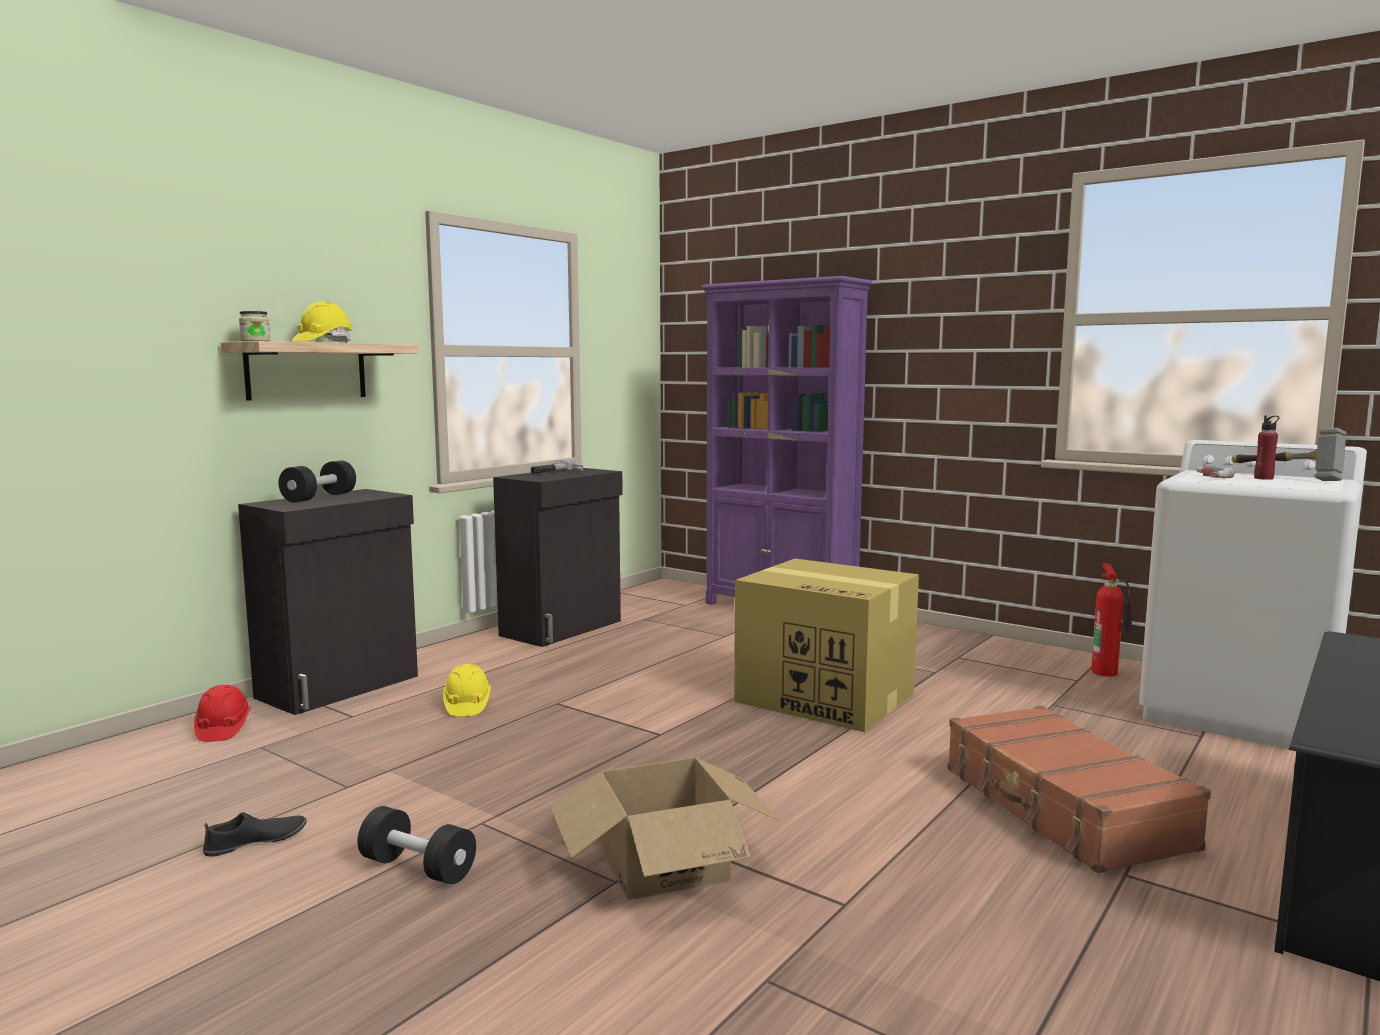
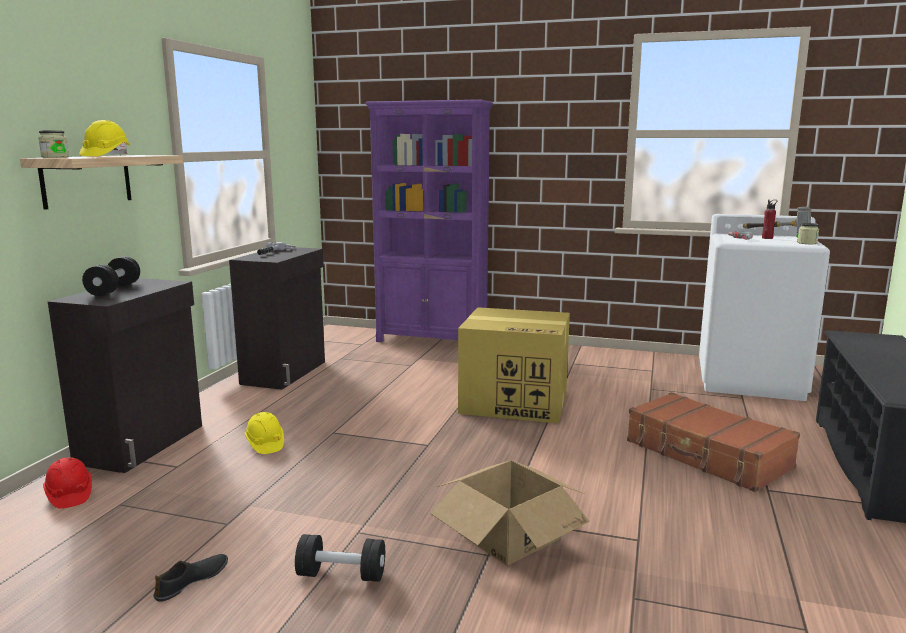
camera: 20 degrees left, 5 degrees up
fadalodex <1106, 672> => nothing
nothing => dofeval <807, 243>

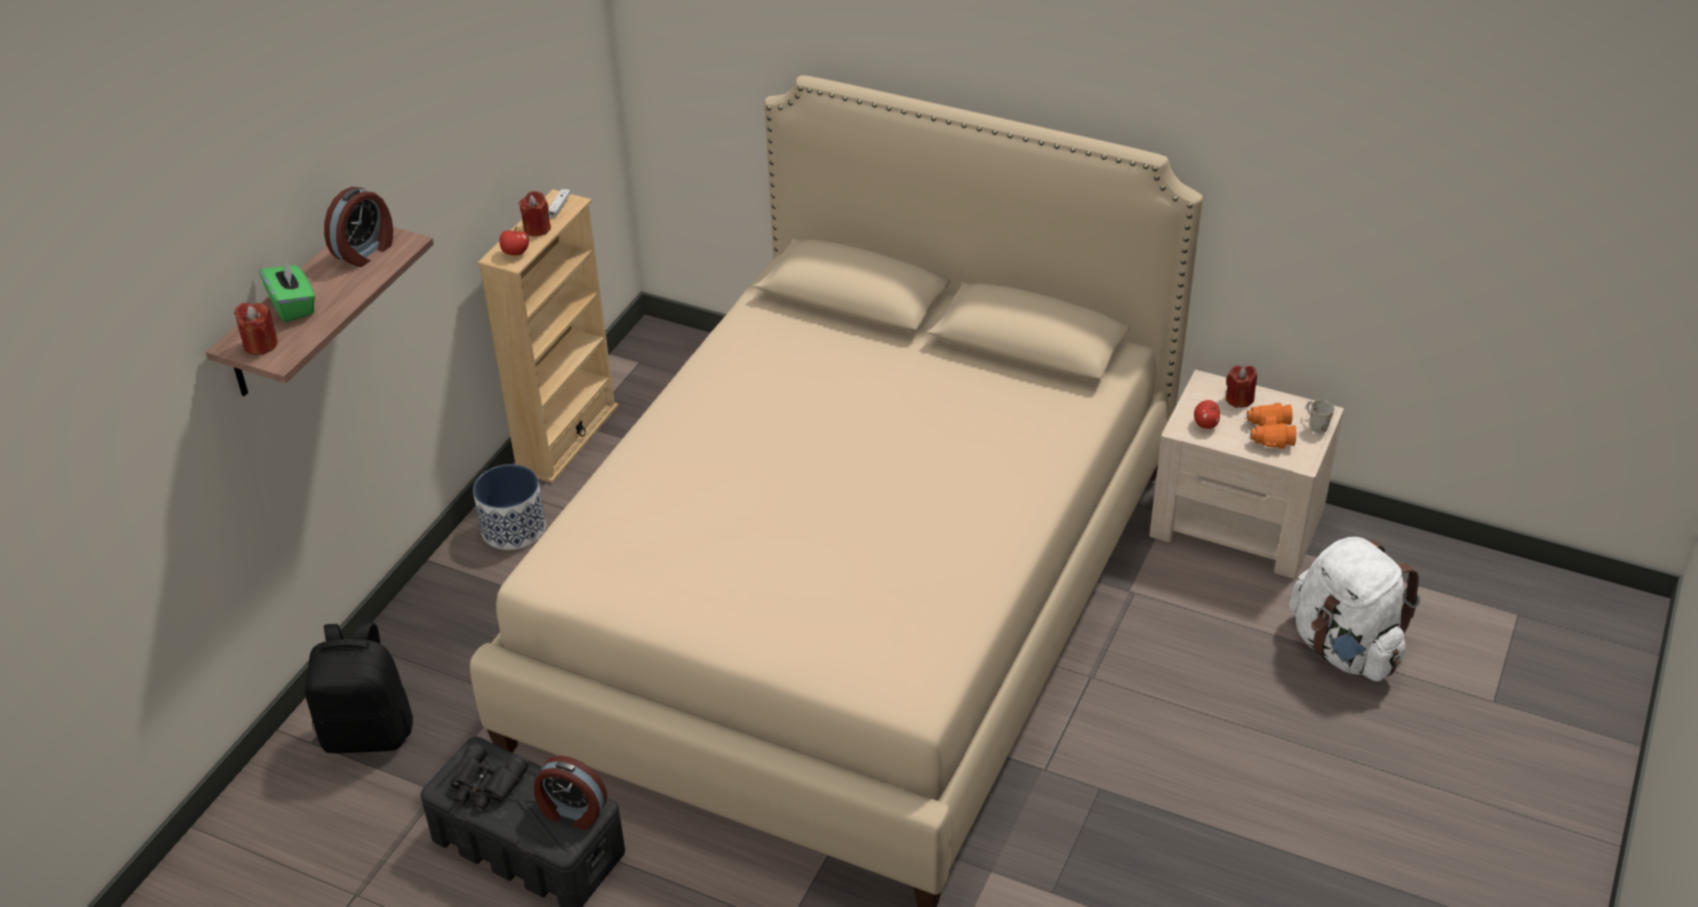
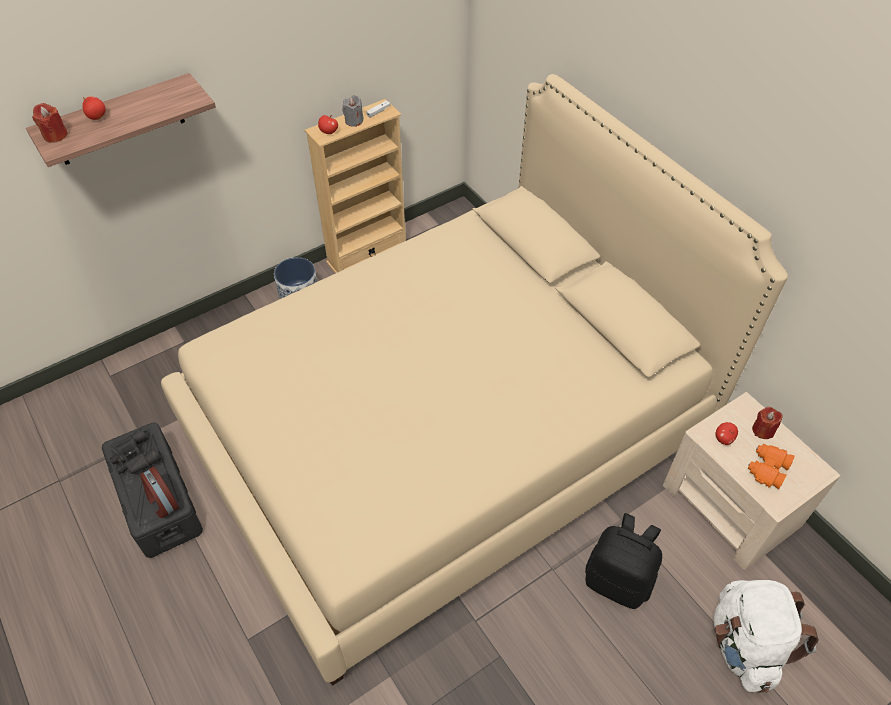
camera: 30 degrees right, 10 degrees up
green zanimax <293, 306> => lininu <97, 117>
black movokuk <368, 732> => black movokuk <618, 580>, relocated
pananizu <365, 251> => nothing
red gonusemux <537, 229> => grey gonusemux <354, 121>
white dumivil <1315, 424> => nothing

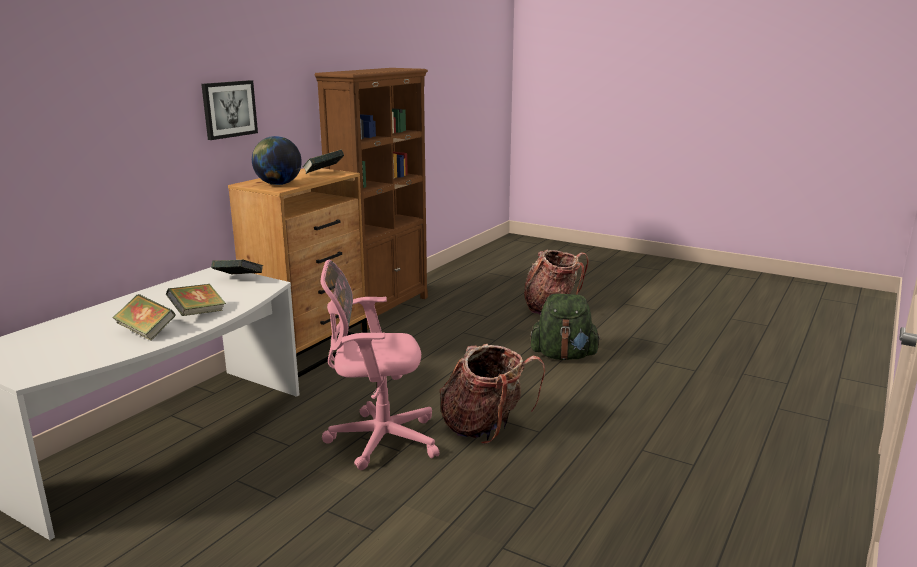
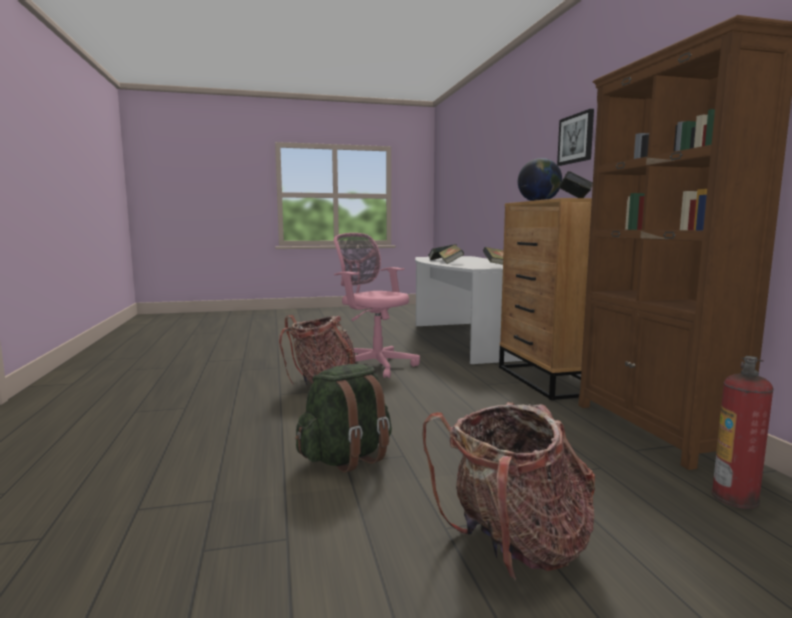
camera: 135 degrees right, 10 degrees down
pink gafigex <378, 439> => pink gafigex <374, 365>, 90 degrees counterclockwise
nothing => fadalodex <735, 498>

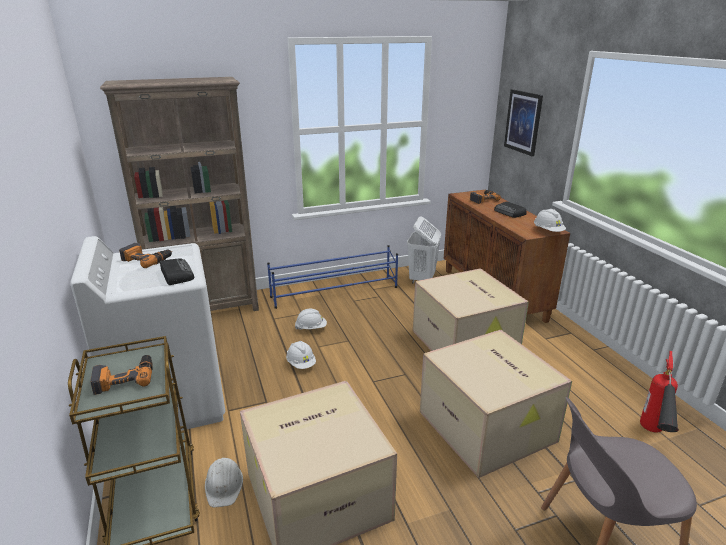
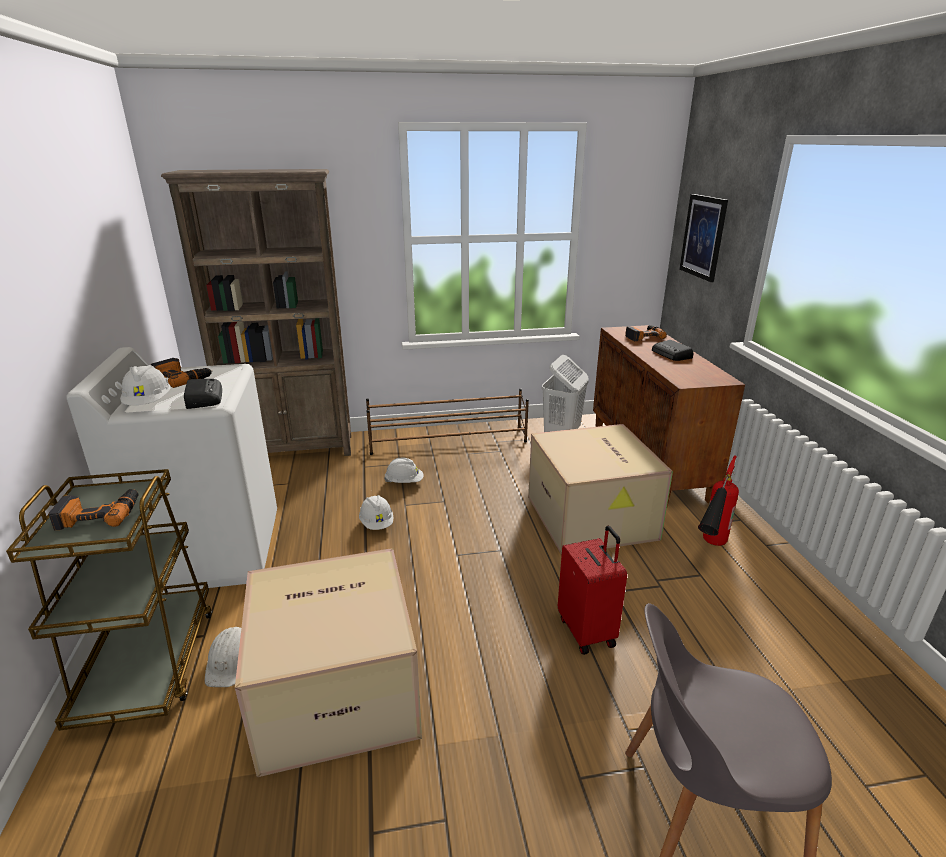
camera: 10 degrees right, 0 degrees up
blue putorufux <335, 292> => brown putorufux <449, 441>
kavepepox <488, 427> => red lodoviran <588, 631>
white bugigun <548, 231> => white bugigun <149, 403>, relocated
fadalodex <652, 438> => fadalodex <709, 550>, relocated

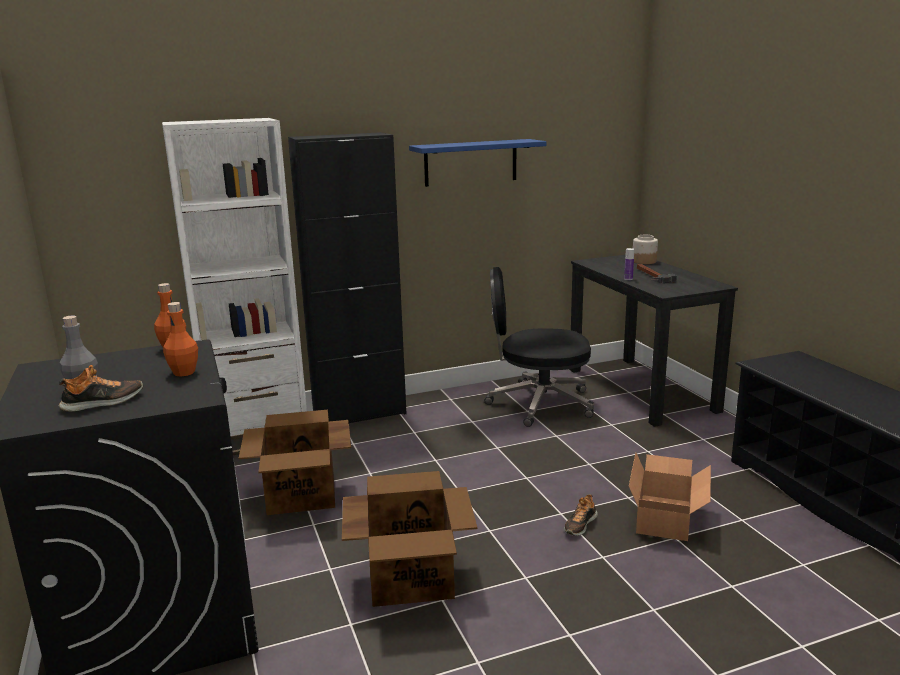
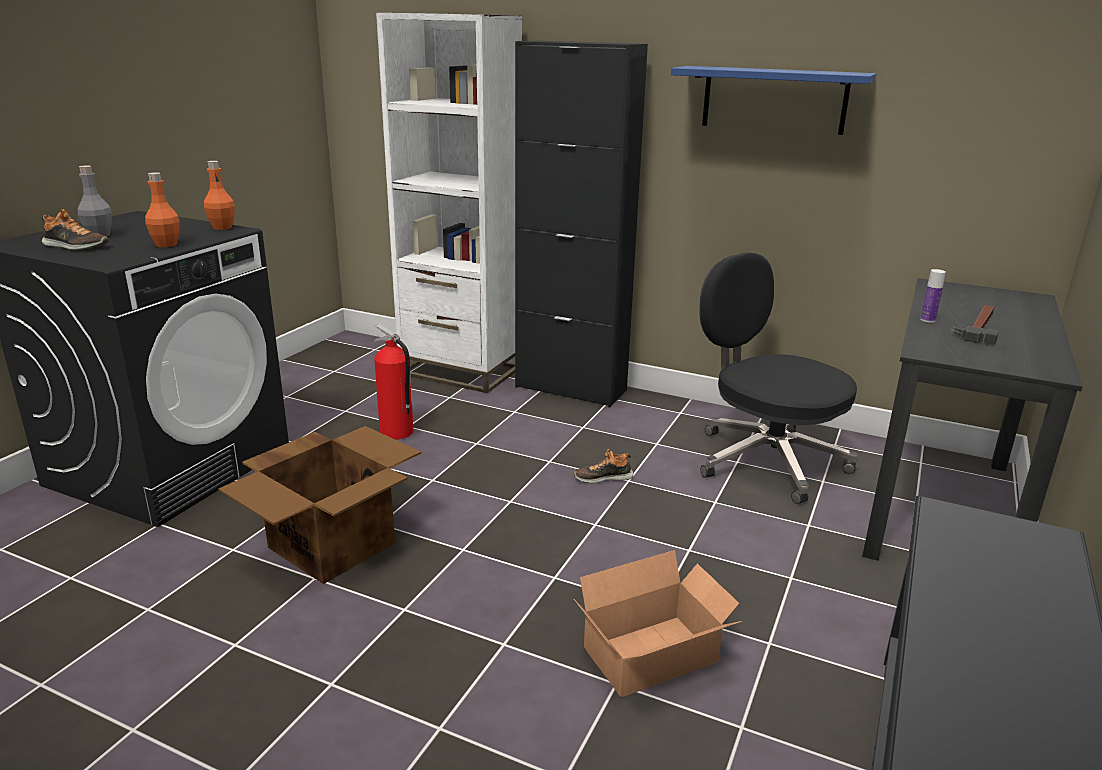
camera: 45 degrees right, 5 degrees up
kavepepox <301, 495> => fadalodex <396, 433>
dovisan <580, 524> => dovisan <603, 477>, relocated
dofeval <644, 261> => nothing

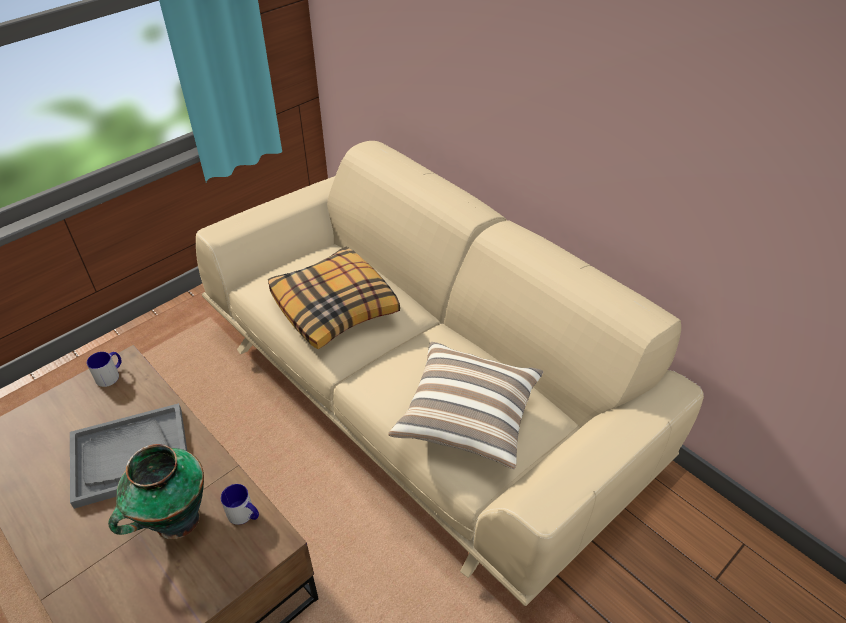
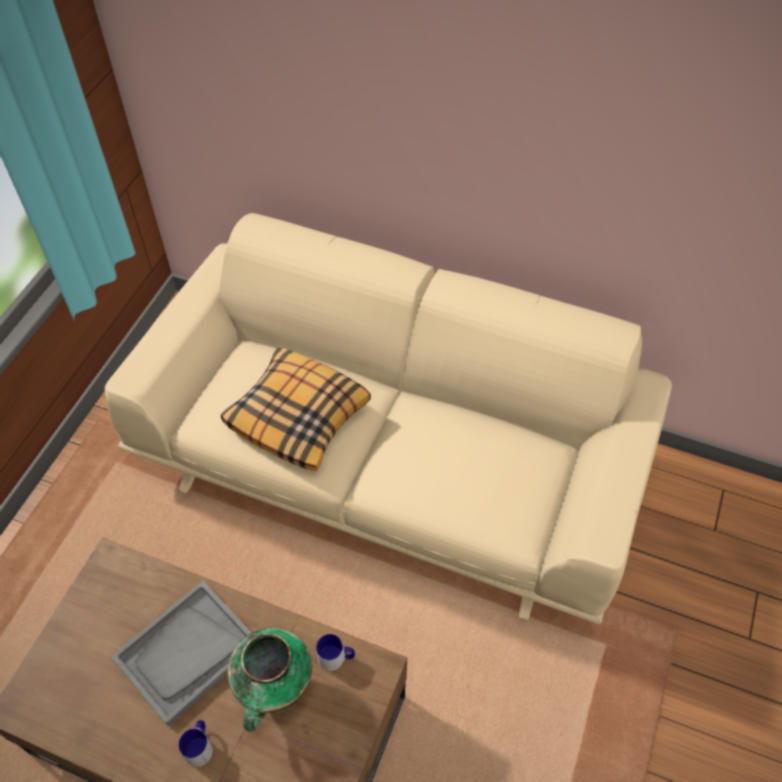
camera: 25 degrees left, 10 degrees up
dumivil <111, 375> => dumivil <200, 745>, relocated
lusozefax <467, 417> => nothing

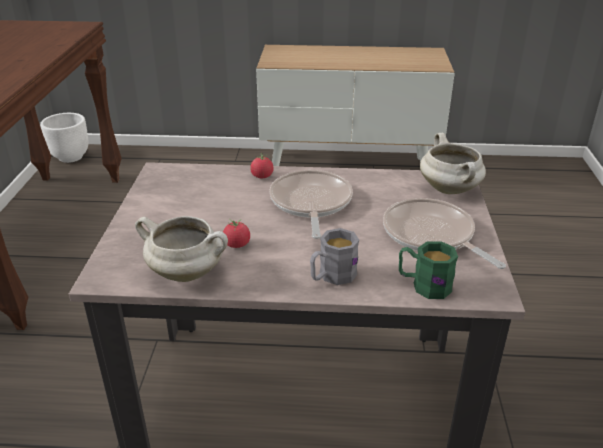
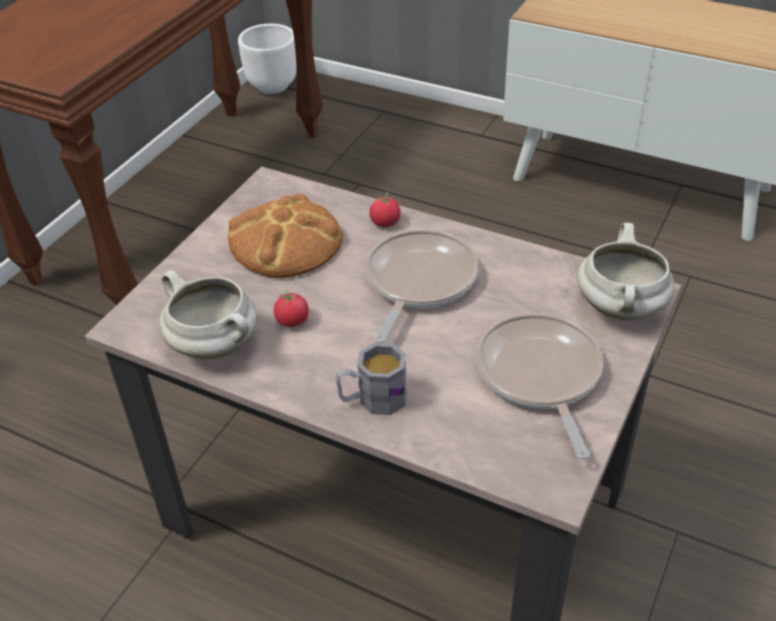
camera: 25 degrees right, 10 degrees up
green dumivil <423, 285> => nothing
nothing => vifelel <285, 242>

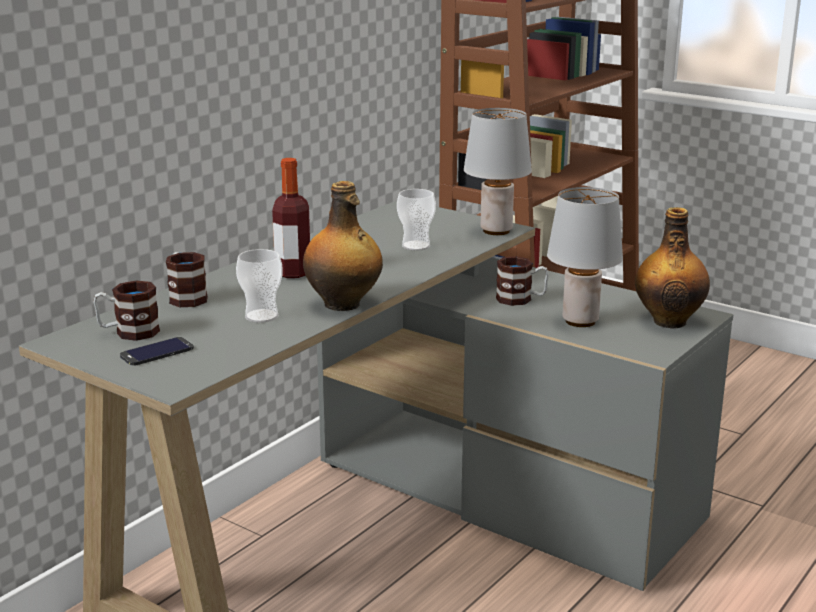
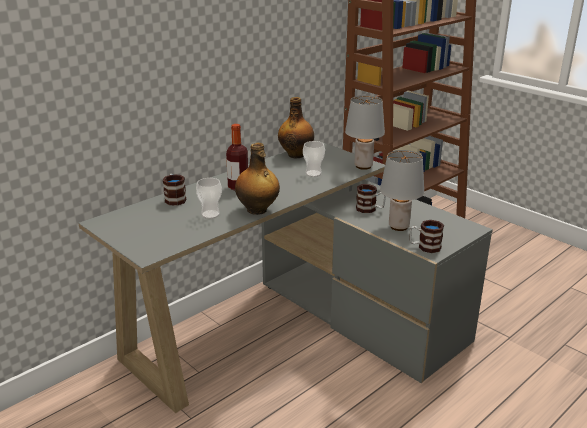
camera: 10 degrees right, 5 degrees up
dumivil <128, 332> => dumivil <424, 247>, relocated
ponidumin <157, 352> => nothing
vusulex <669, 321> => vusulex <296, 155>, relocated

